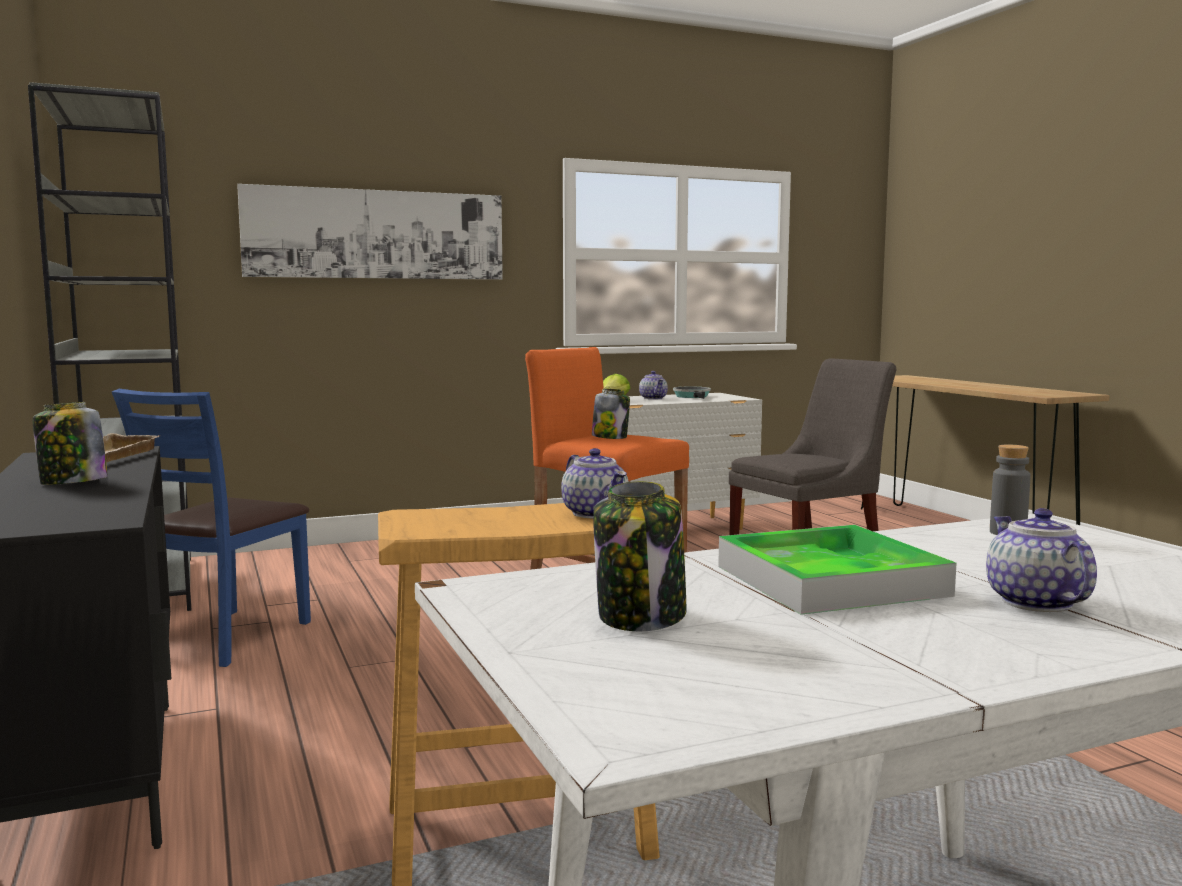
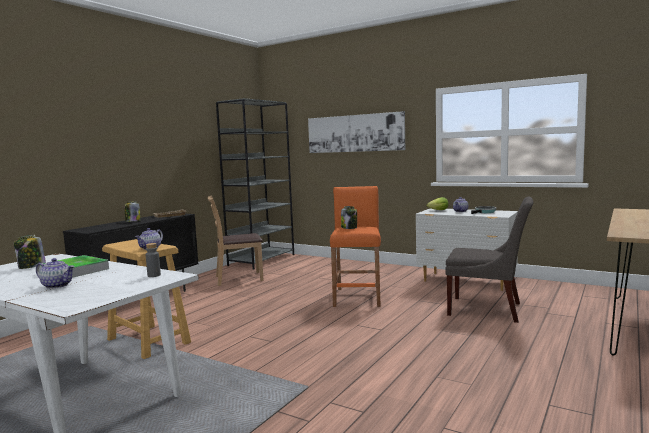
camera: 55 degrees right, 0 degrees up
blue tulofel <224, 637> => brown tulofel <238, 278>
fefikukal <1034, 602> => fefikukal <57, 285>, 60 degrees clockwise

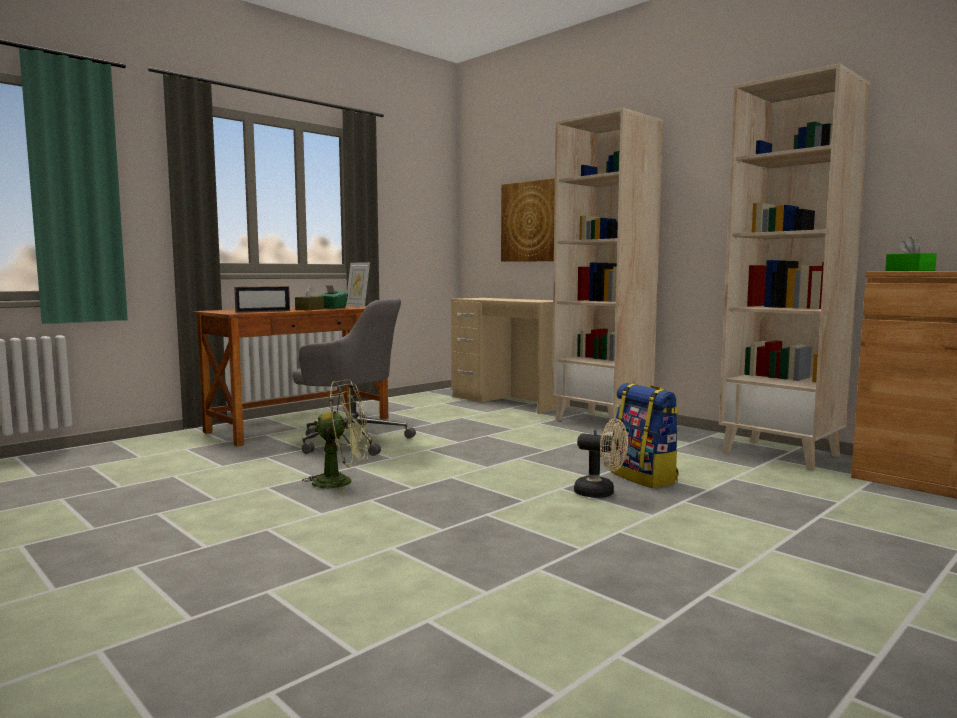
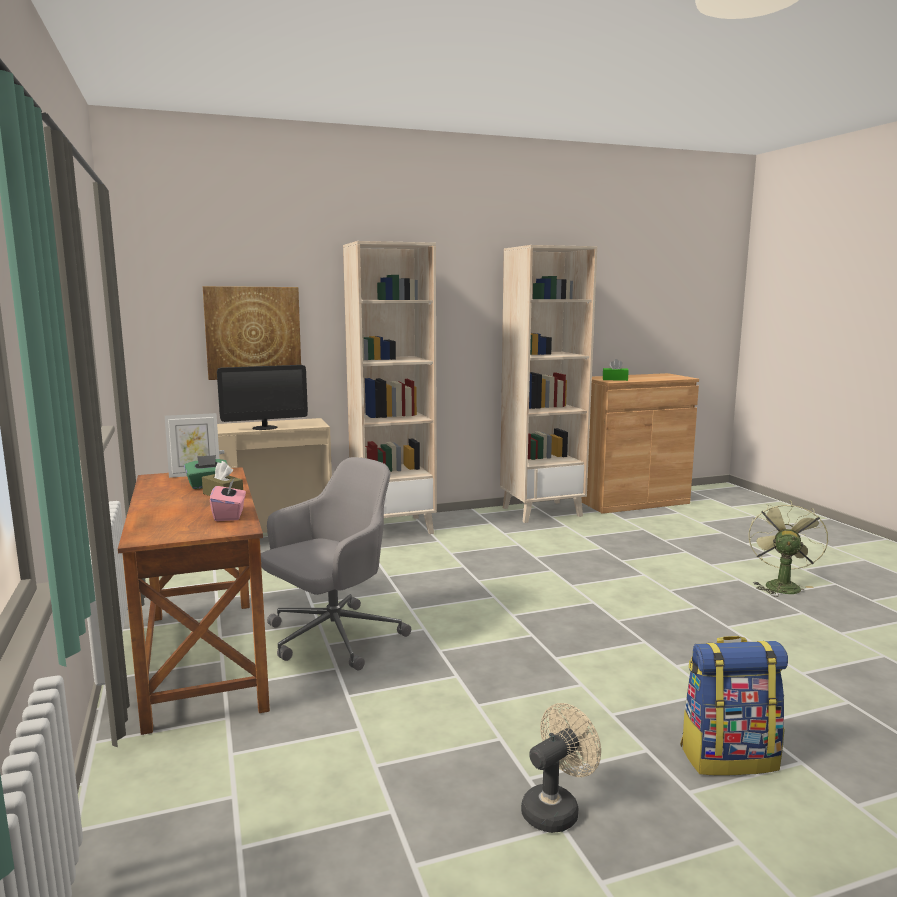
camera: 65 degrees left, 5 degrees up
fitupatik <263, 311> => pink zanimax <229, 515>
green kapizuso <341, 482> => green kapizuso <780, 585>, relocated
beige kapizuso <601, 493> => beige kapizuso <556, 809>, relocated
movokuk <645, 478> => movokuk <728, 757>, relocated
nothing => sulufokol <264, 428>

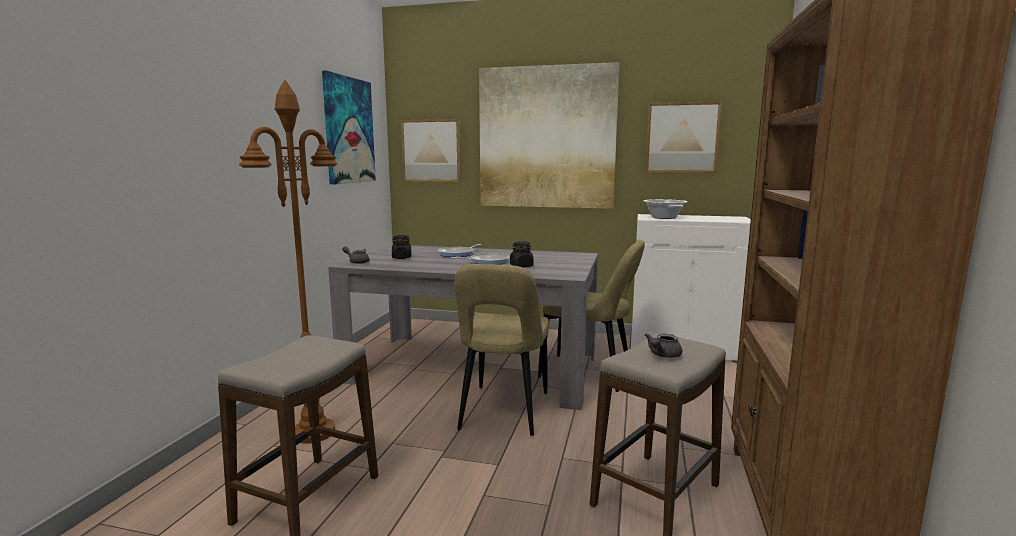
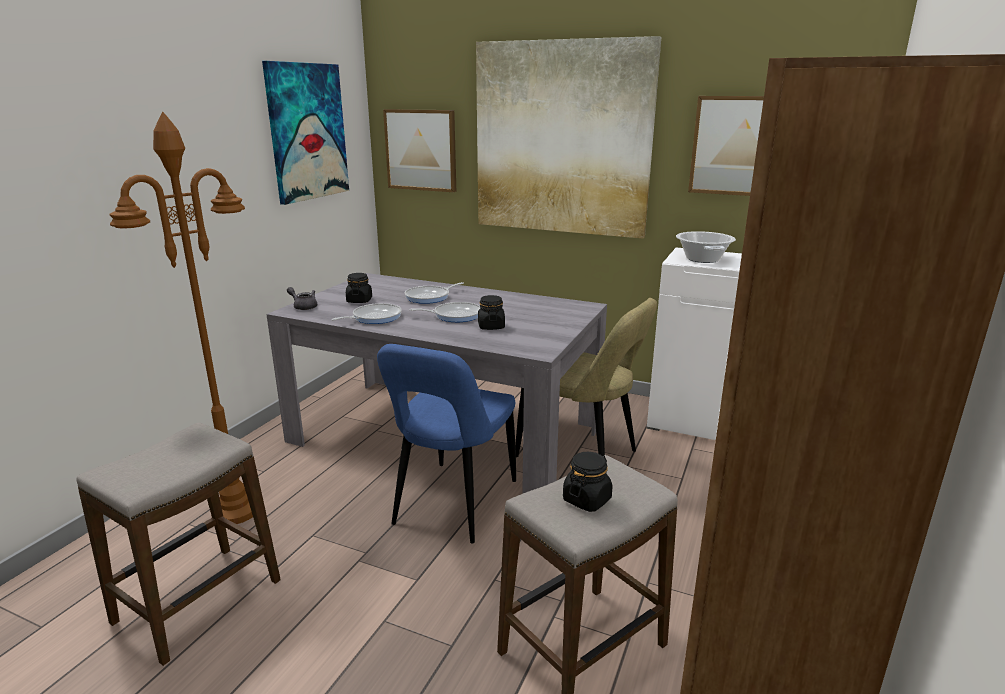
camera: 10 degrees right, 10 degrees up
beige tulofel <503, 413> => blue tulofel <452, 505>
grey fefikukal <662, 355> => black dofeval <587, 499>
nothing => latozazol <374, 317>

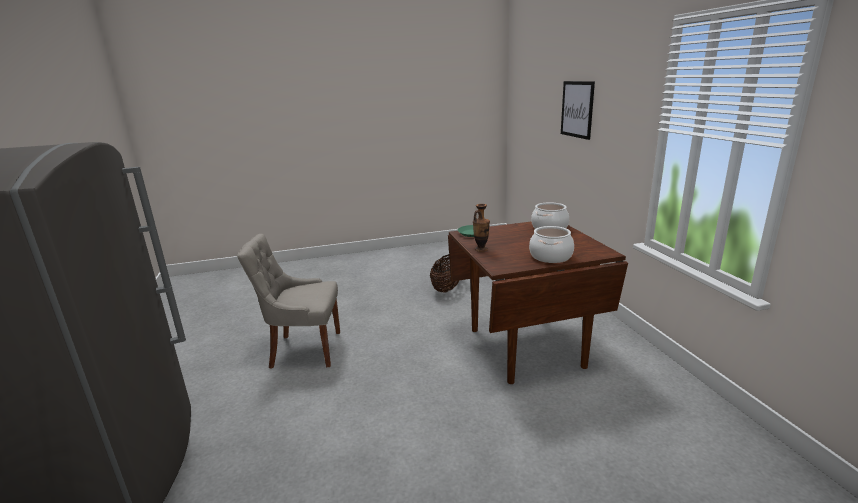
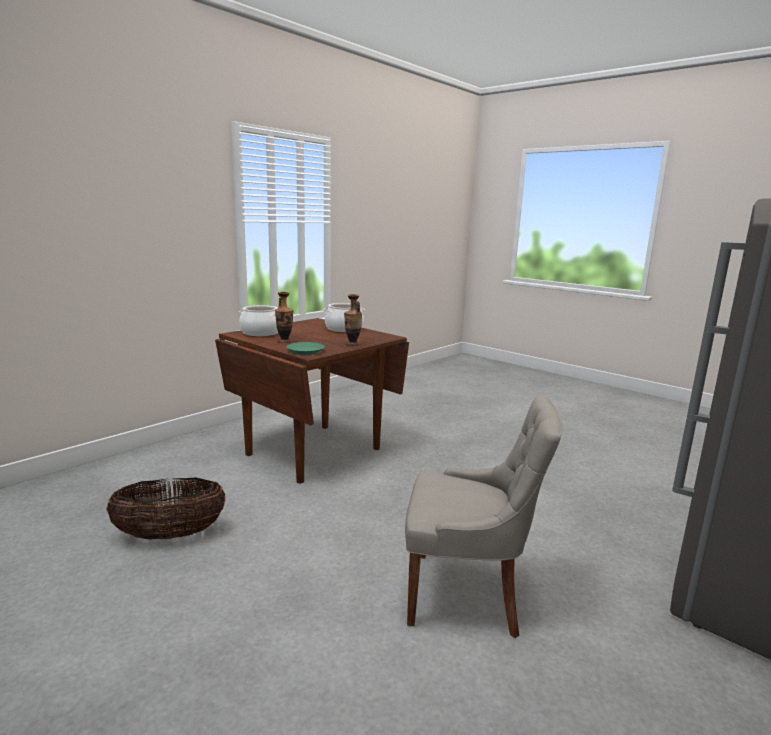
camera: 125 degrees left, 5 degrees down
grey tulofel <304, 350> => grey tulofel <467, 594>, 45 degrees counterclockwise
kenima <577, 109> => nothing
nothing => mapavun <284, 341>

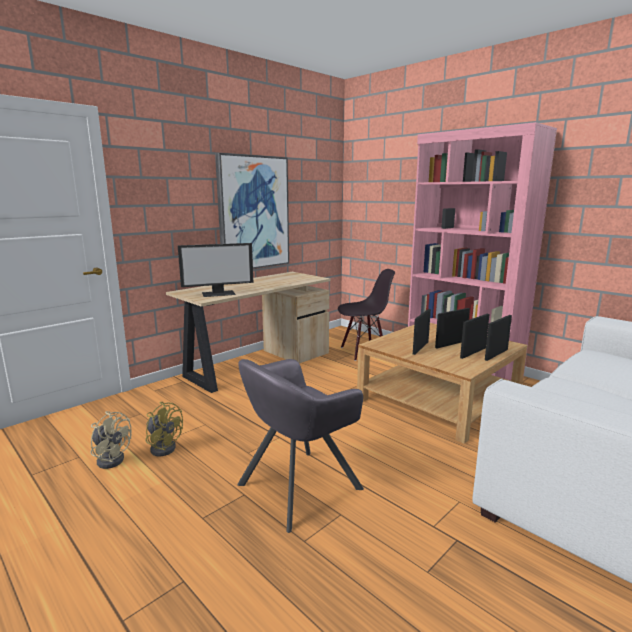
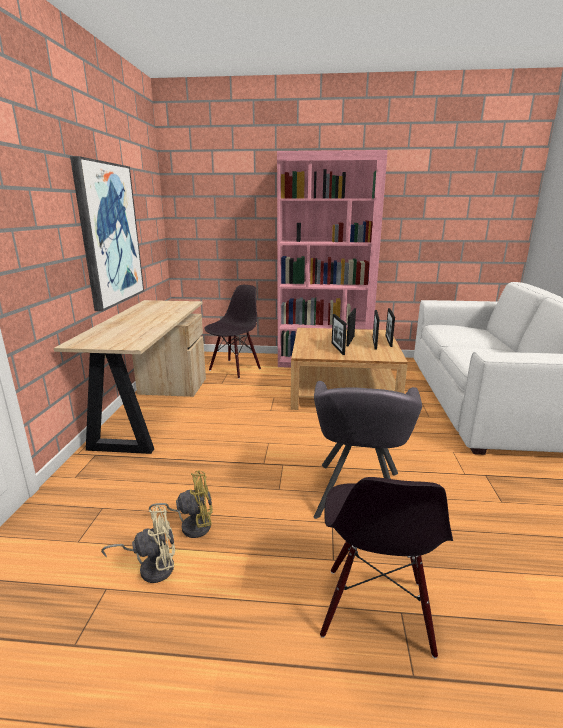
camera: 40 degrees left, 5 degrees up
sulufokol <218, 293> => nothing
nothing => black tulofel <376, 609>

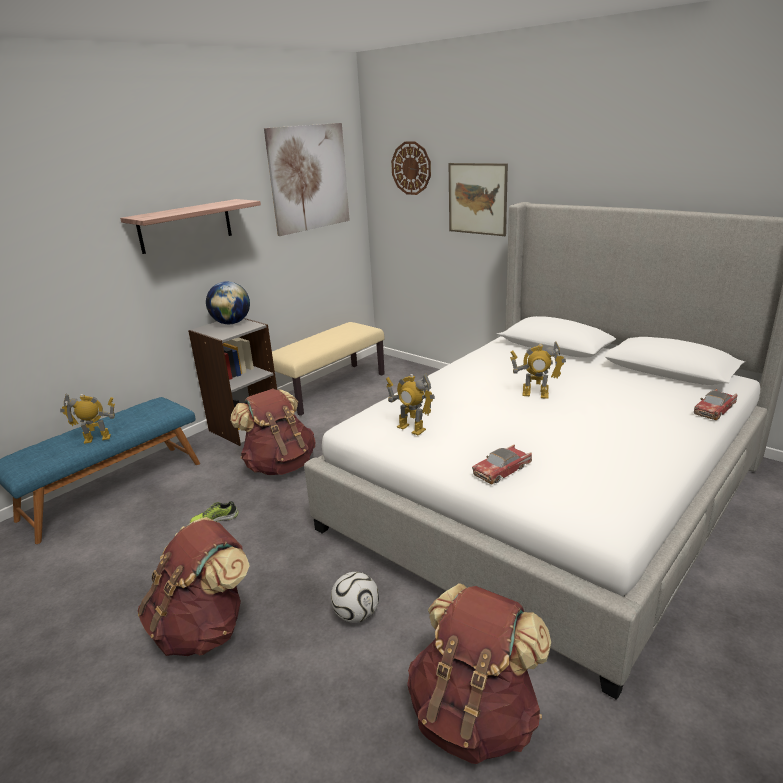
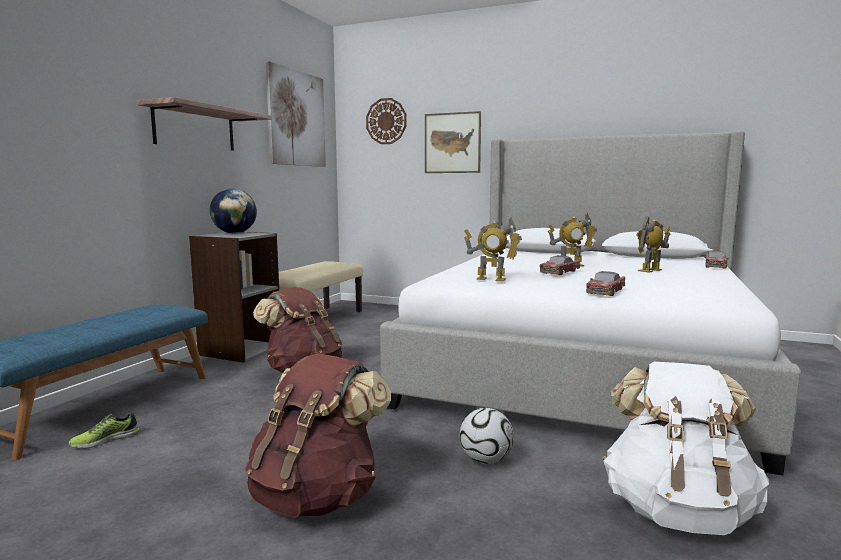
camera: 20 degrees left, 15 degrees down
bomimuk <97, 439> => bomimuk <650, 270>, relocated
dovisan <215, 519> => dovisan <105, 440>, relocated
brown movokuk <474, 717> => white movokuk <677, 511>
nothing => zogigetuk <560, 272>

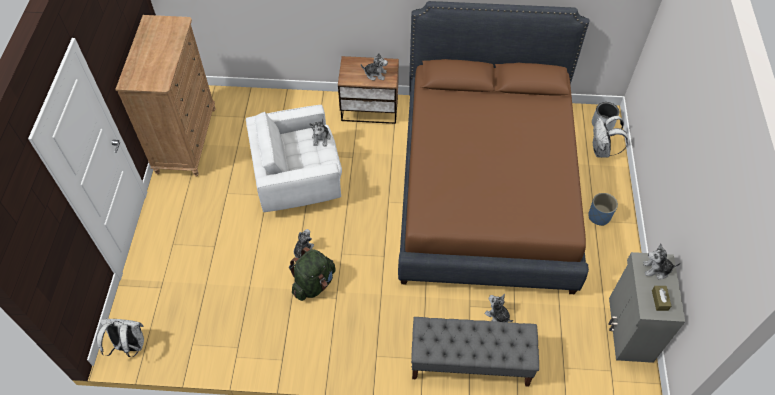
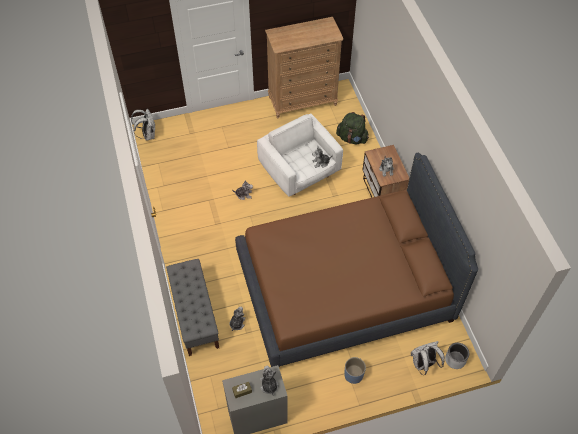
camera: 70 degrees right, 0 degrees up
green movokuk <314, 284> => green movokuk <352, 138>, relocated

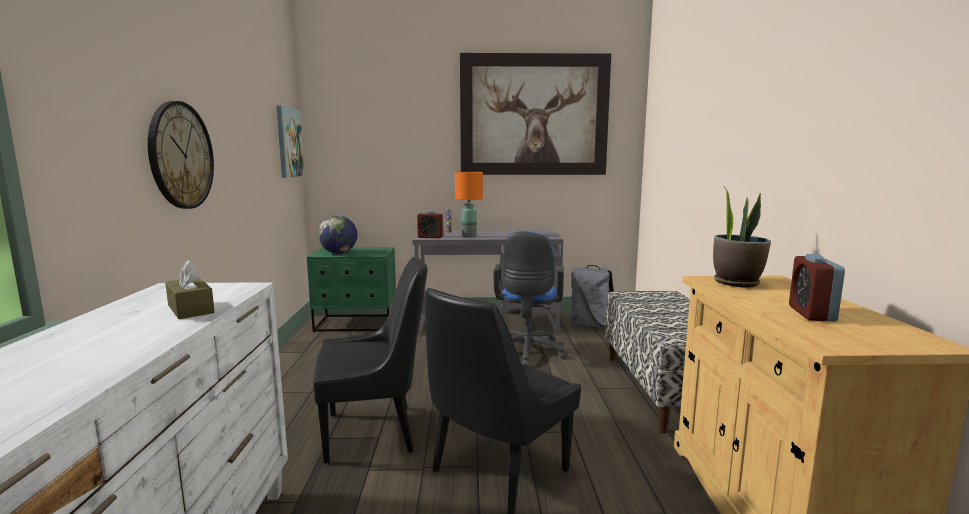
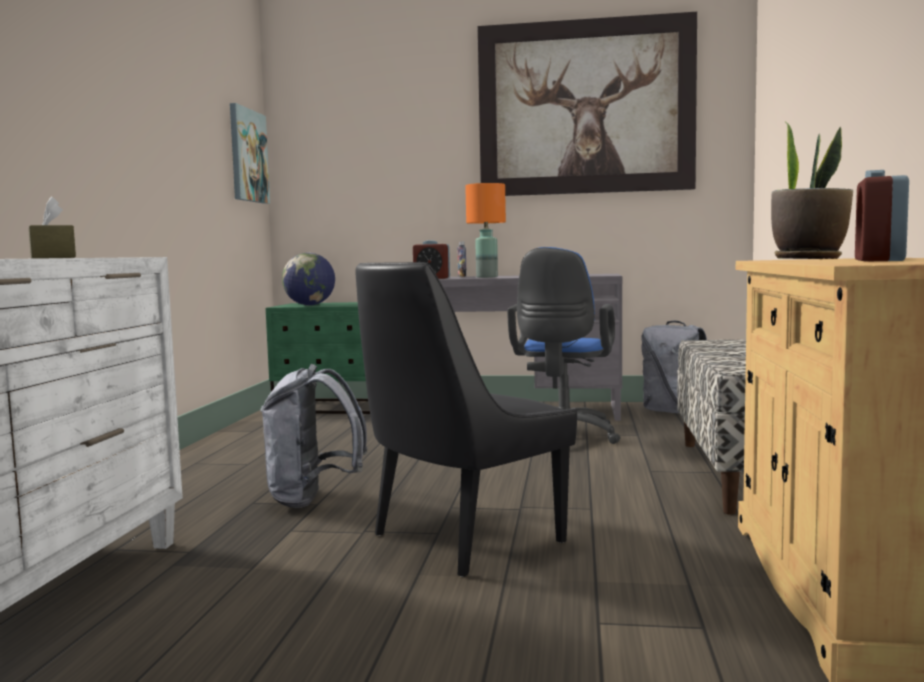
camera: 10 degrees right, 5 degrees down
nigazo <181, 155> => nothing
black tulofel <374, 432> => grey movokuk <313, 499>

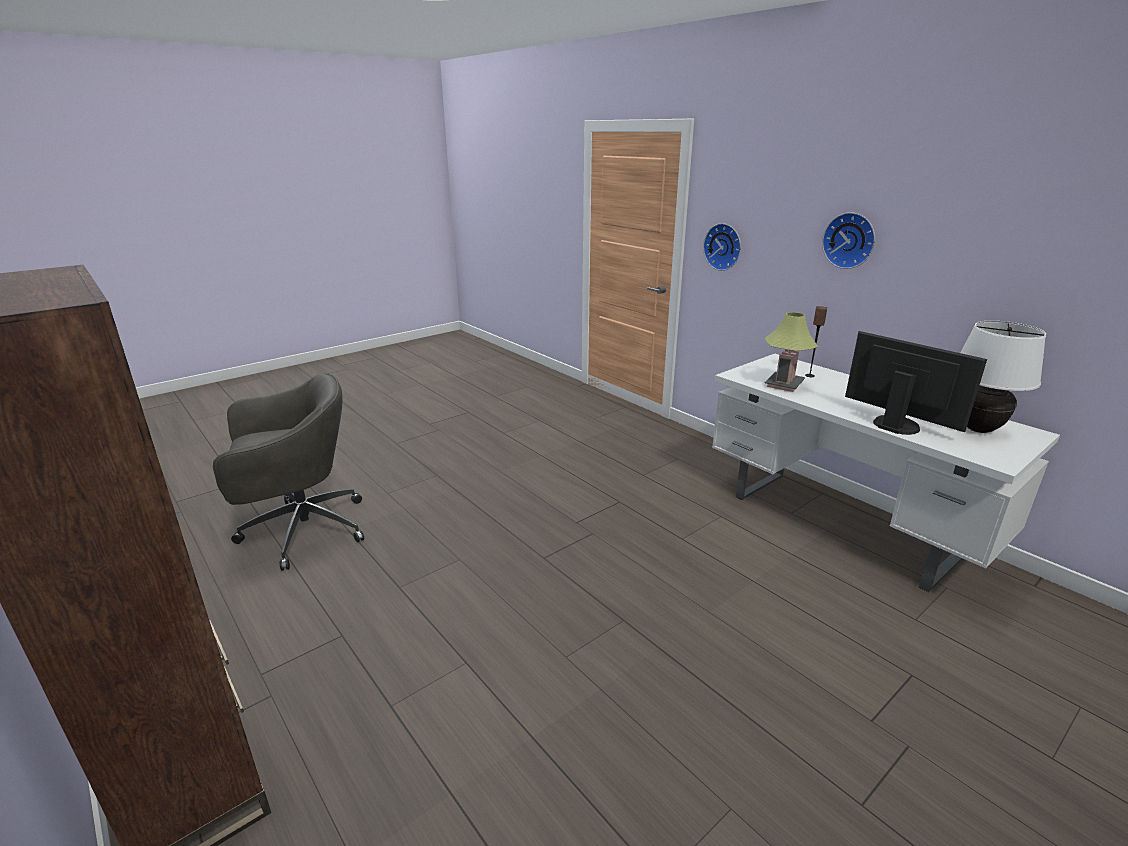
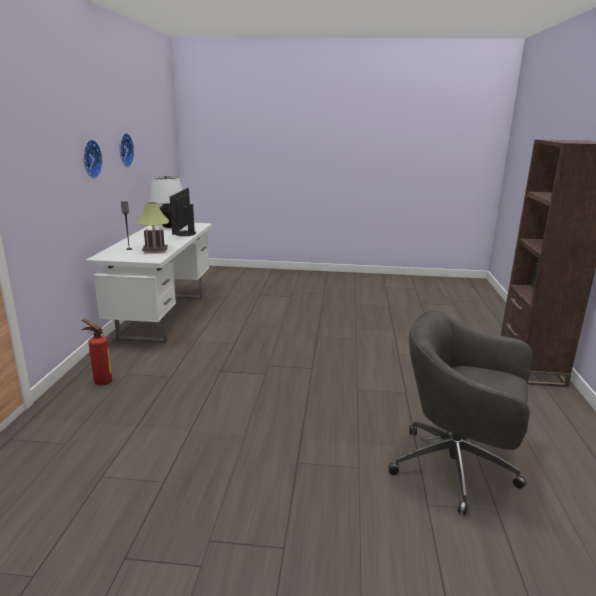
camera: 135 degrees left, 5 degrees down
nigazo <724, 246> => nigazo <124, 150>, relocated
nothing => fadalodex <101, 382>

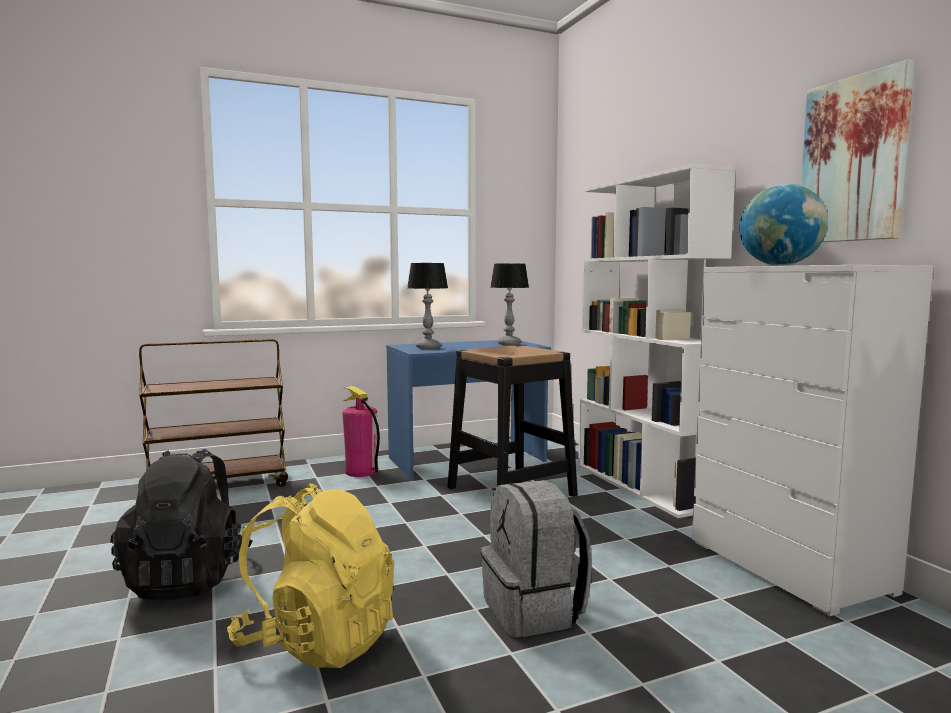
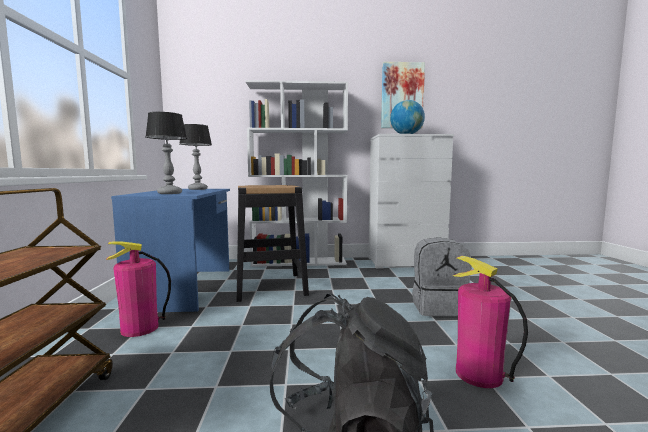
camera: 70 degrees left, 0 degrees up
yellow movokuk <317, 641> => fadalodex <478, 374>

